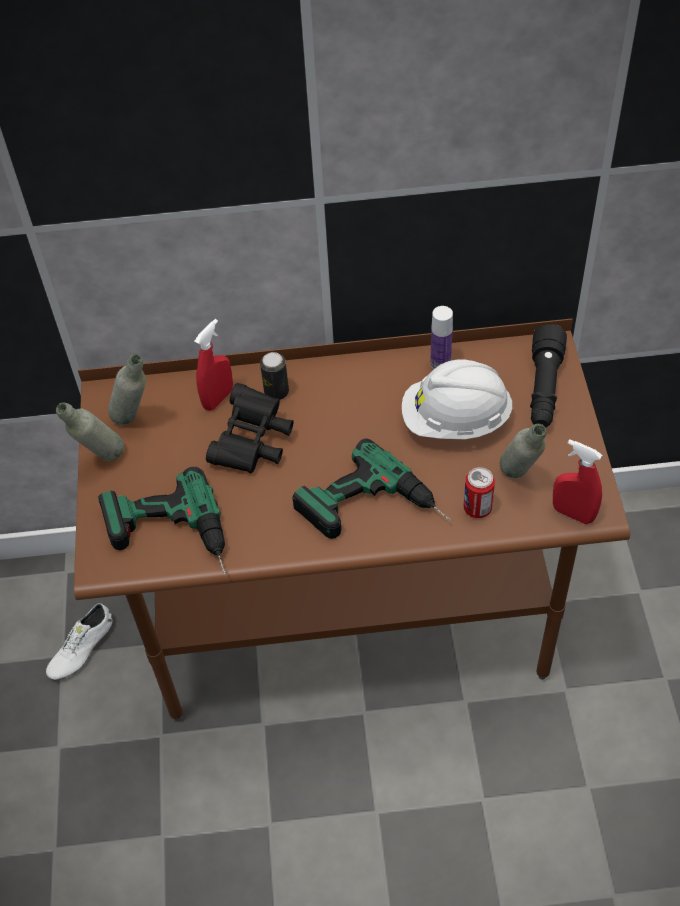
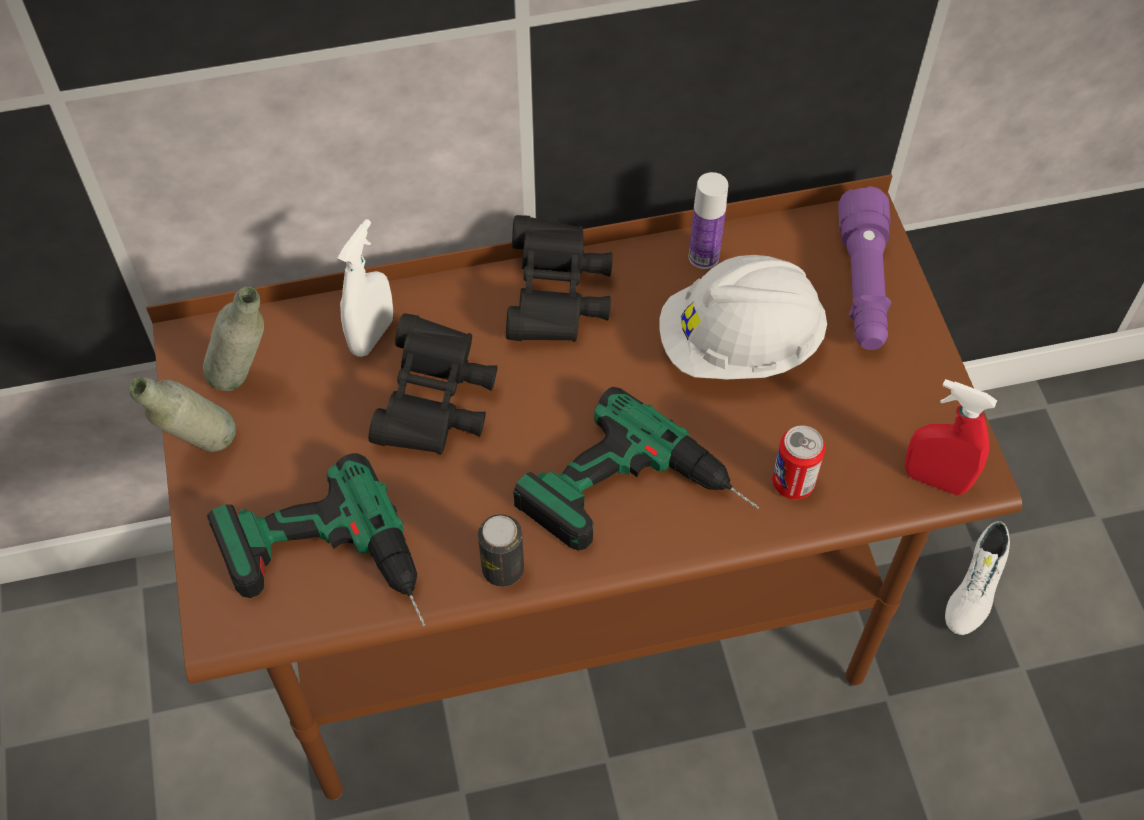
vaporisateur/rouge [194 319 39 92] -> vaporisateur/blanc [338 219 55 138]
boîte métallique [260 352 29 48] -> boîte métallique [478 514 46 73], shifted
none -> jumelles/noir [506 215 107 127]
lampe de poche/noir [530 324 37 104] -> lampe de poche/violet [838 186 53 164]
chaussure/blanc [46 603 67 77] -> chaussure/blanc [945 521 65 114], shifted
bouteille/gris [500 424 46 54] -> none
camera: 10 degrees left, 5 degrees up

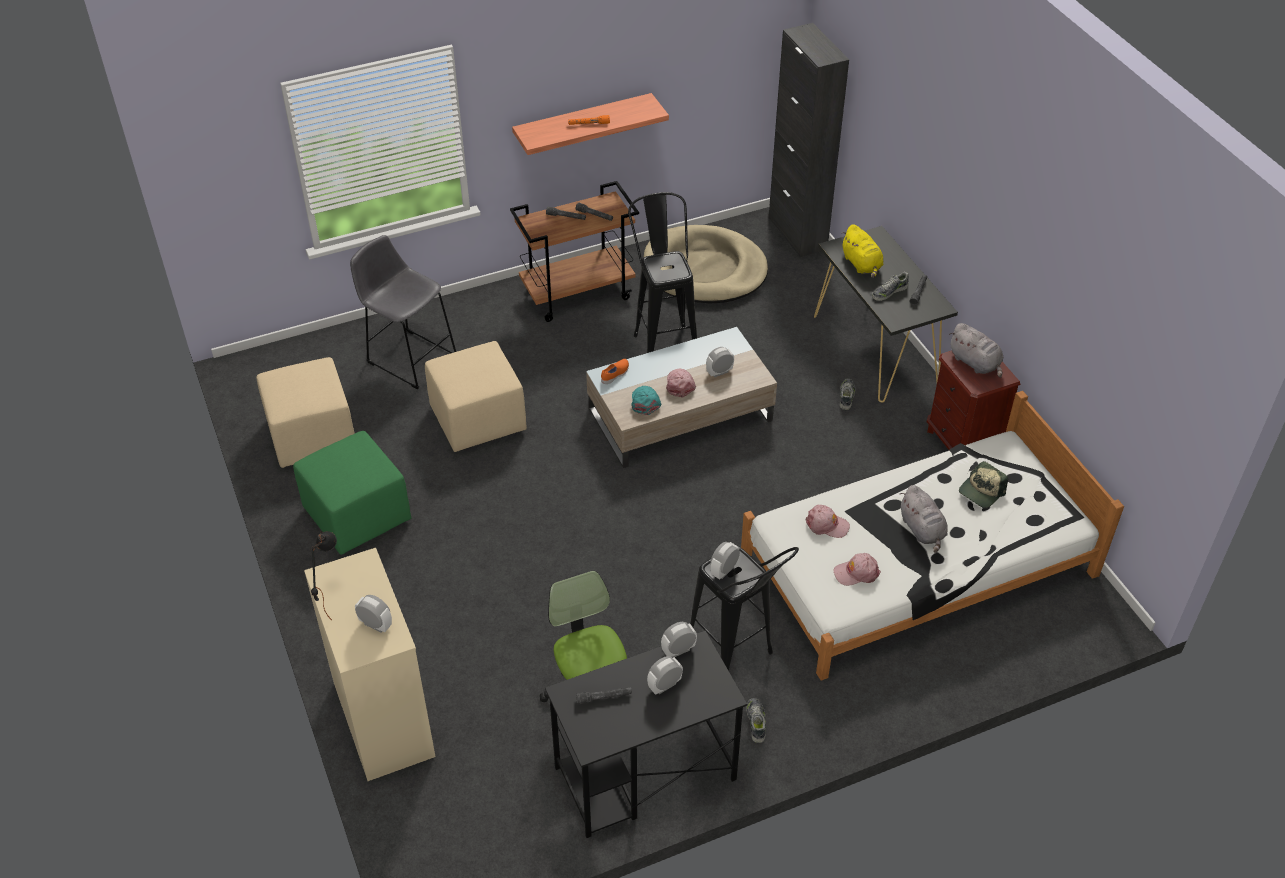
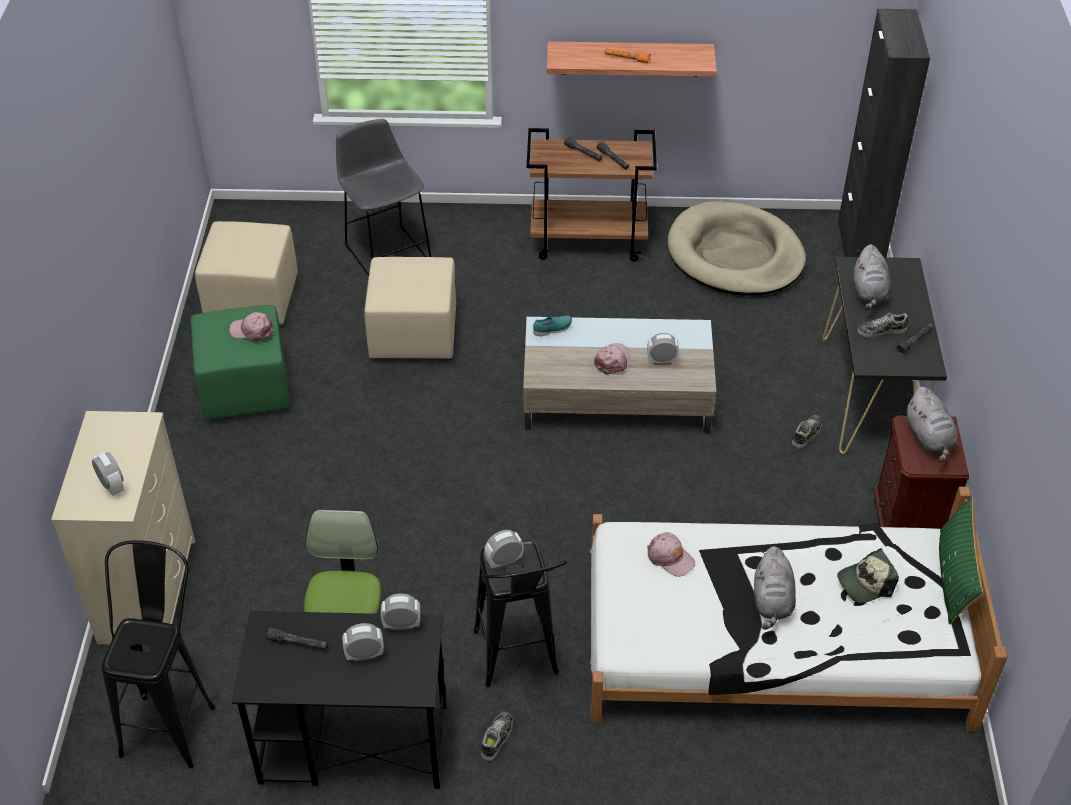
tabouret/noir [628 192 69 161] -> tabouret/noir [102 540 113 229], shifted
casquette/rose [833 553 48 33] -> casquette/rose [229 312 45 30], shifted
chaussure/orange [601 359 28 25] -> chaussure/turquoise [533 315 39 21]
peluche/jaune [841 224 42 54] -> peluche/gris [854 244 37 66]
none -> coussin/vert [939 497 44 127]
lampe de table/noir [311 531 26 89] -> none
casquette/turquoise [631 386 31 29] -> none
camera: 25 degrees right, 0 degrees up

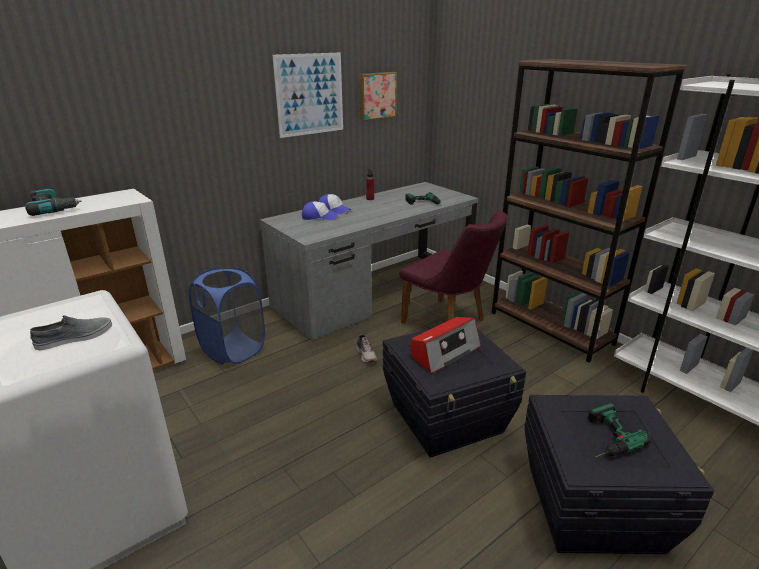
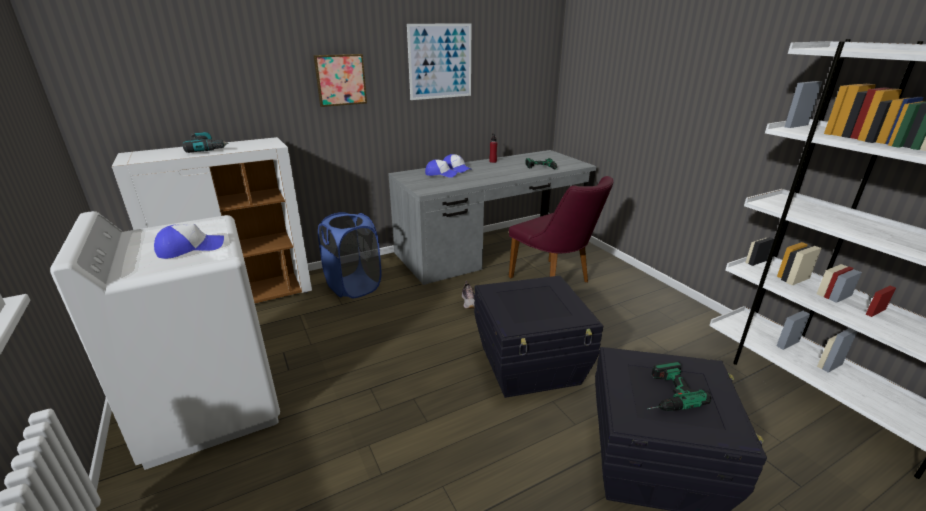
chaussure/gris [30 315 82 35] -> casquette [154 224 70 35]
tableau [359 72 38 49] -> tableau [313 54 54 53], shifted
radio [411 317 70 57] -> none
bibliothèque/marron [492 59 194 304] -> none
camera: 10 degrees right, 0 degrees up

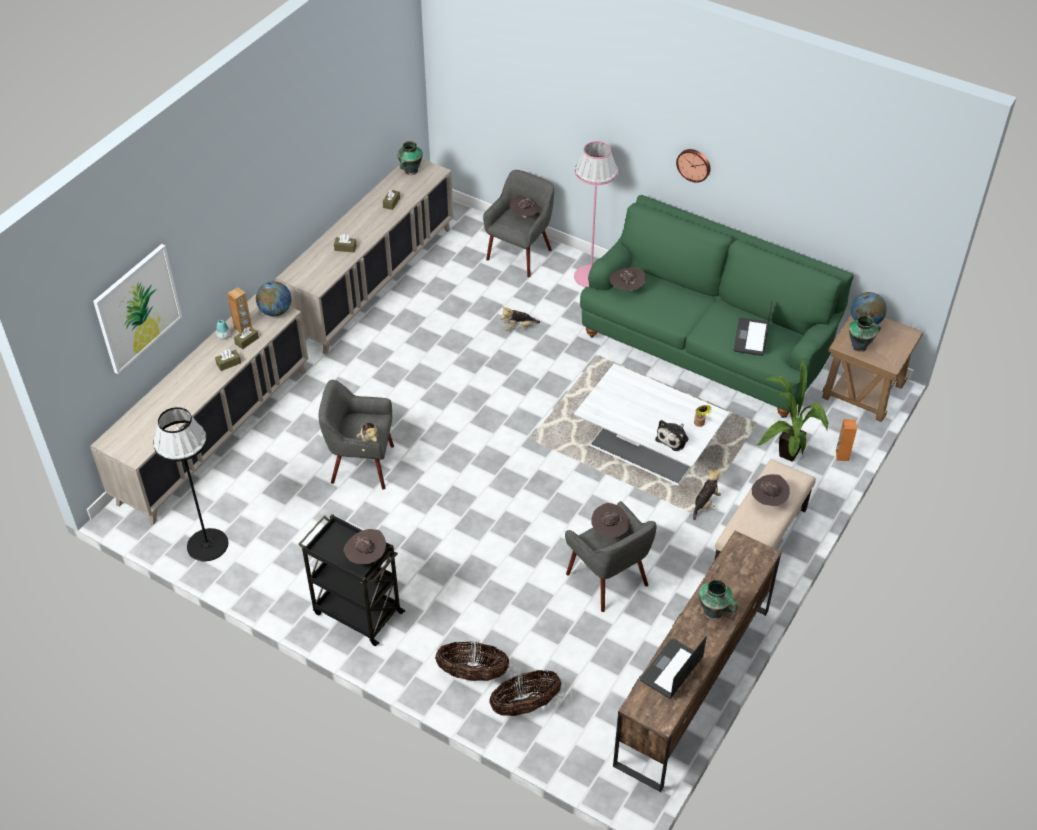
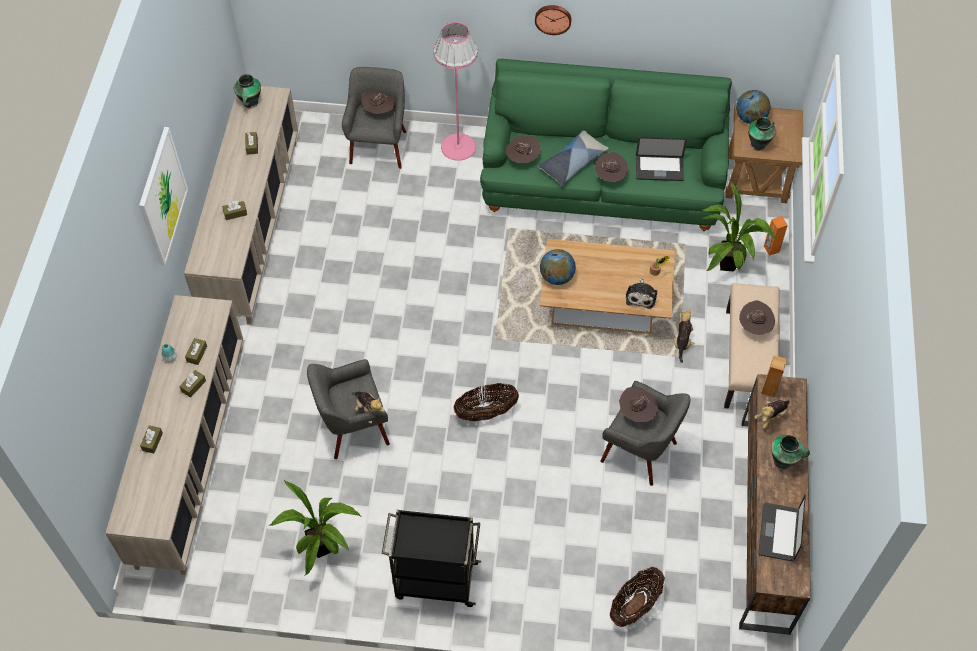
tableau [93 244 89 130] -> tableau [139 127 49 139], shifted
none -> boîte à mouchoirs/marron [140 425 23 28]
none -> plante en pot [270 480 91 95]
panier [435 642 74 39] -> panier [453 383 66 38], shifted
none -> coussin [538 131 71 55]
table basse/blanc [574 363 156 123] -> table basse/marron [540 239 135 95]
globe [256 281 35 35] -> globe [540 249 36 36], shifted
chapeau/marron [344 529 42 35] -> chapeau/marron [595 152 33 30], shifted
ordinateur portable [734 301 38 55] -> ordinateur portable [636 137 51 44], 75 degrees counterclockwise
peluche [501 307 39 24] -> peluche [755 399 35 30], shifted
enceinte/marron [227 287 25 46] -> enceinte/marron [761 356 26 41], shifted
lampadaire/noir [153 407 75 155] -> none
camera: 25 degrees left, 10 degrees up

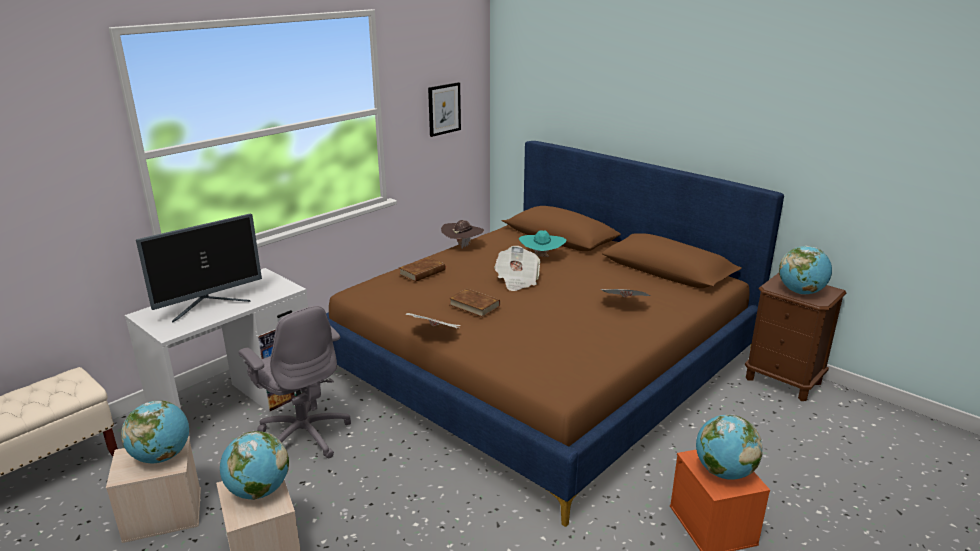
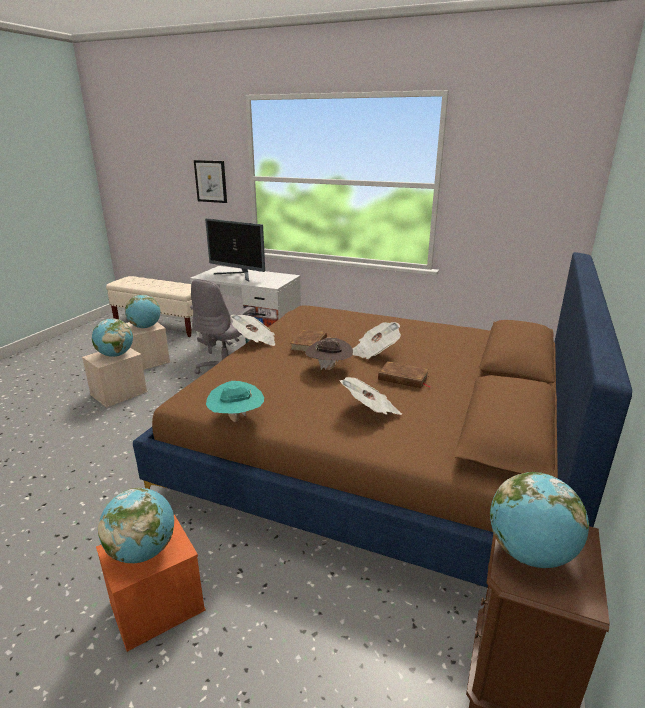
tableau [428 82 33 55] -> tableau [194 160 33 43], shifted
chapeau/turquoise [519 230 48 27] -> chapeau/turquoise [206 381 58 41], shifted
chapeau/marron [441 220 43 28] -> chapeau/marron [305 338 48 32], shifted
livre/marron [399 257 47 25] -> livre/marron [378 361 53 27], shifted
camera: 70 degrees right, 0 degrees up

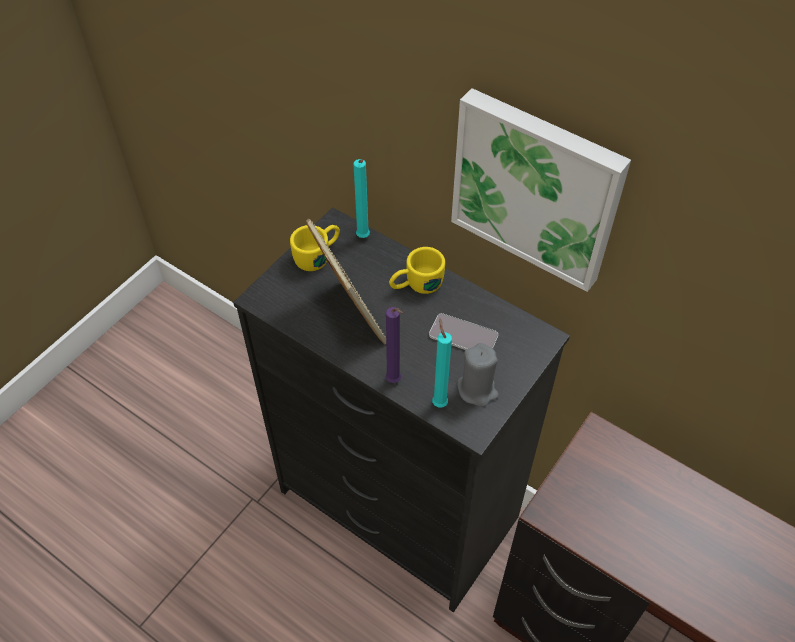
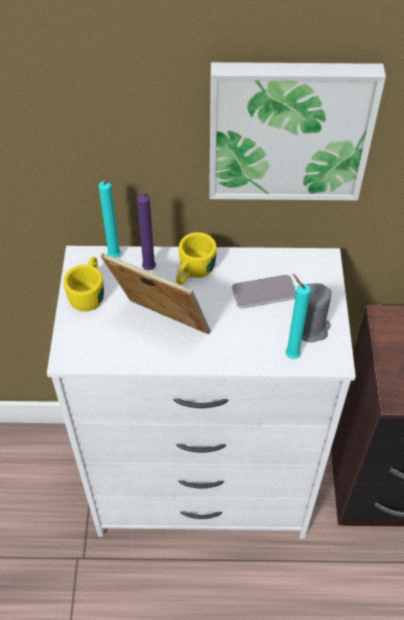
commode/noir [233 207 337 405] -> commode/blanc [47 246 309 293]
bougie/violet [386 307 17 76] -> bougie/violet [137 190 19 81], shifted
camera: 35 degrees left, 0 degrees up

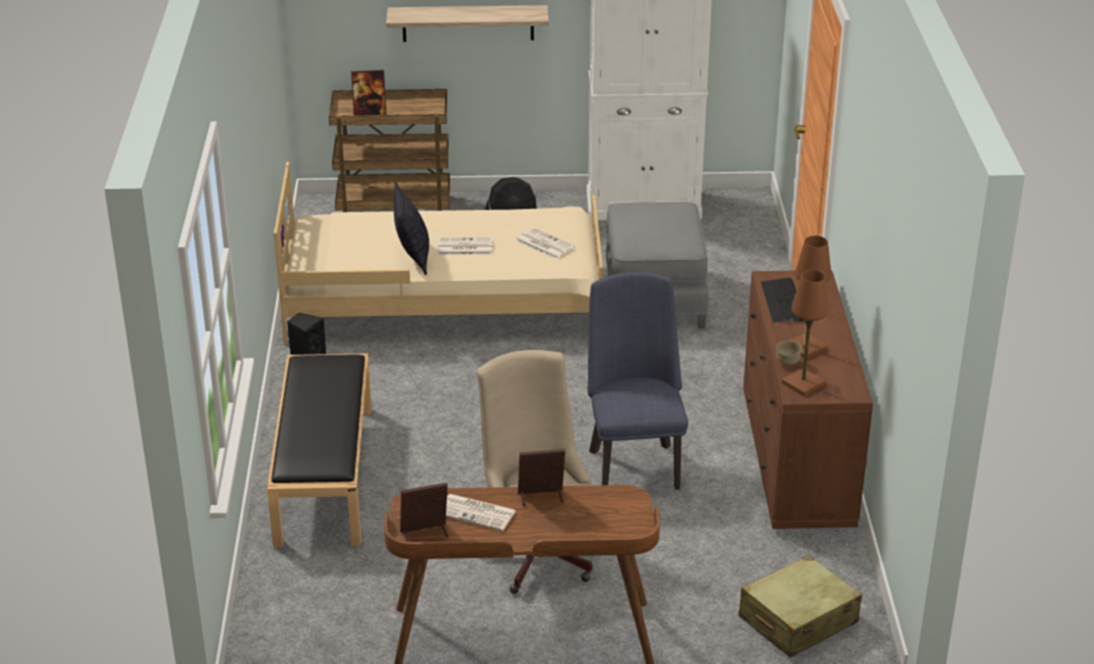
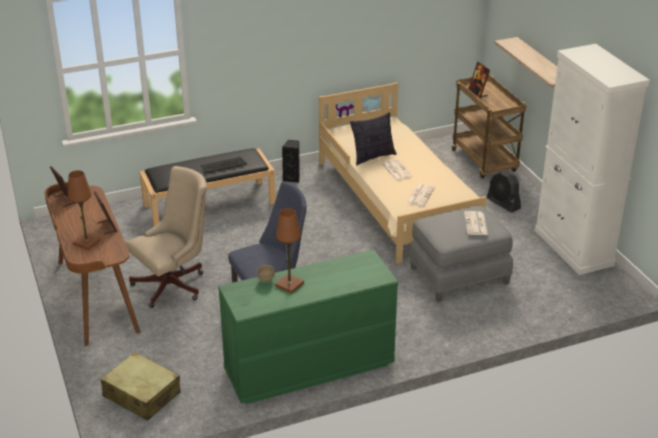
lampe de table/marron [782 270 47 126] -> lampe de table/marron [68 170 33 80], shifted
clavier [761 278 44 45] -> clavier [200 157 47 17], shifted
commode/marron [743 270 130 259] -> commode/vert [218 250 180 154]
journal [446 494 70 37] -> journal [464 211 24 24], shifted
camera: 70 degrees right, 0 degrees up

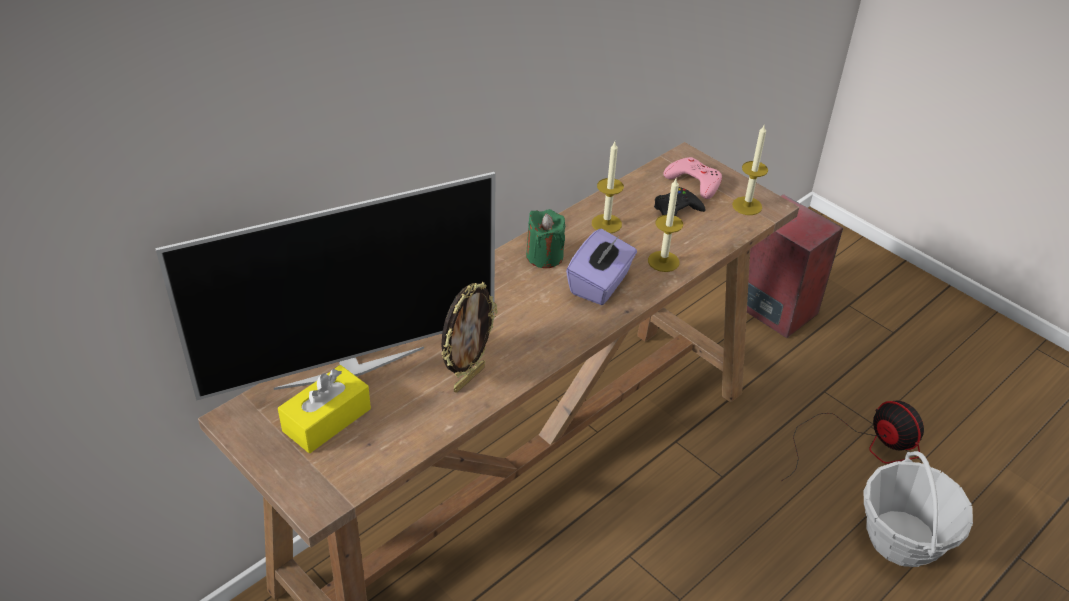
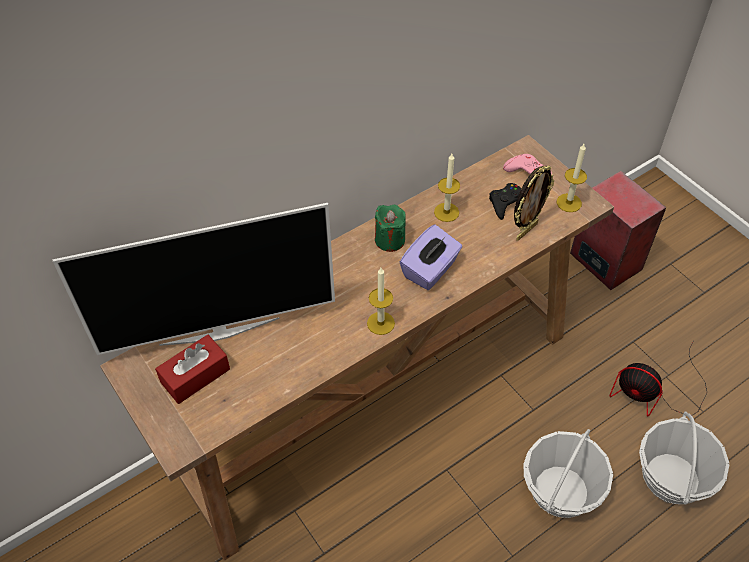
boîte à mouchoirs/jaune [278 365 93 88] -> boîte à mouchoirs/rouge [155 334 75 70]
bougie [648 179 35 93] -> bougie [367 268 28 67], shifted
cadre photo [441 282 57 110] -> cadre photo [514 165 40 76], shifted
none -> panier [523 429 90 89]
ventilateur [781 401 143 80] -> ventilateur [610 342 97 74], 150 degrees clockwise
camera: 10 degrees right, 10 degrees up

